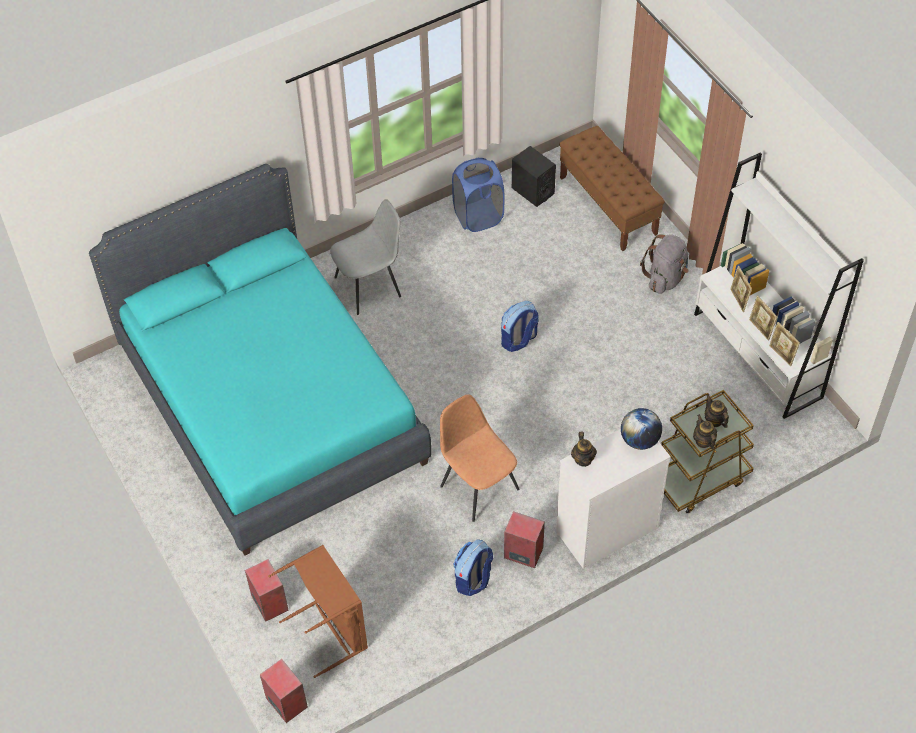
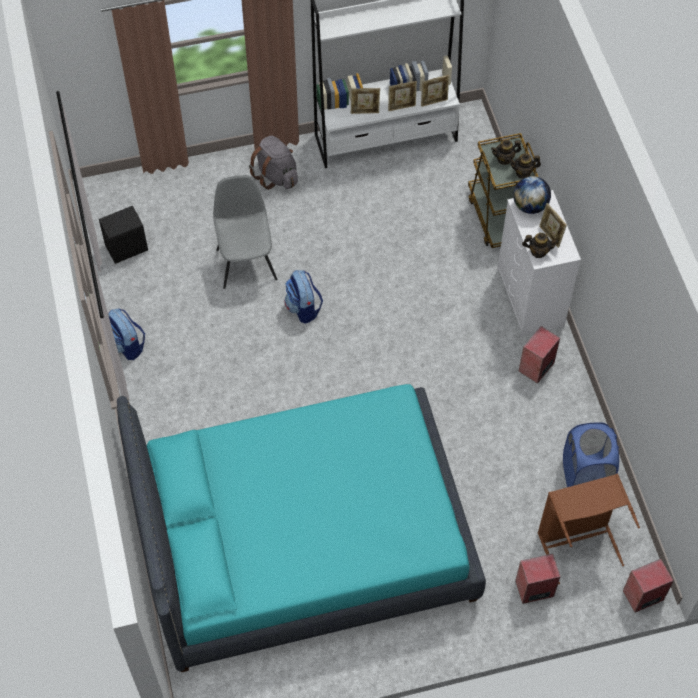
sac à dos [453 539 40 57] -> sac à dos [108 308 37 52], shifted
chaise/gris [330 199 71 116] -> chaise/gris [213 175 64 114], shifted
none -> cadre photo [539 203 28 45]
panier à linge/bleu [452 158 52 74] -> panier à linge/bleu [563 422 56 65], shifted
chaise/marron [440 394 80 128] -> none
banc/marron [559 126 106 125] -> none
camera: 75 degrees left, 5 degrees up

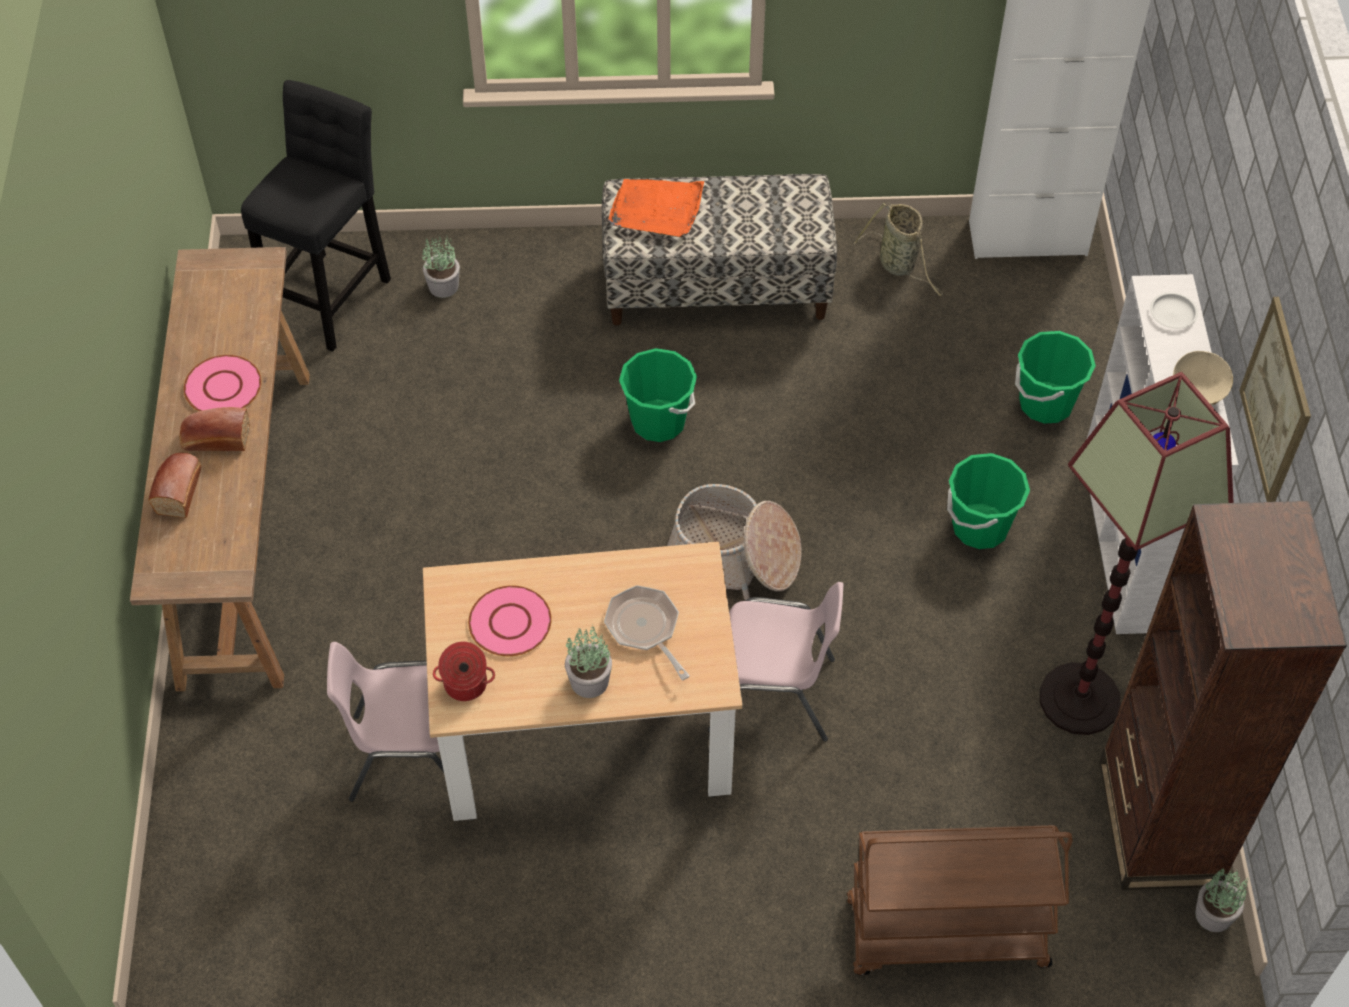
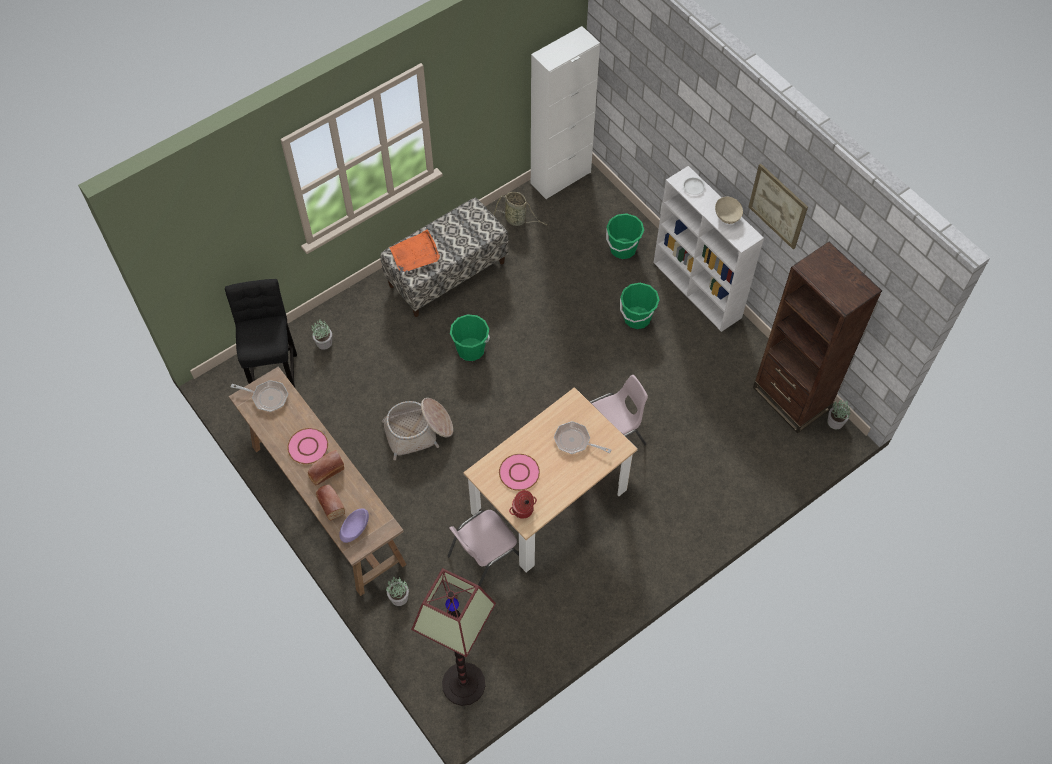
none -> poêle [231 380 57 32]
none -> bol/violet [339 508 30 35]
panier [667 484 134 116] -> panier [382 398 71 62], shifted
plante en pot [565 624 47 74] -> plante en pot [386 576 23 30], shifted
lampadaire [1040 372 194 363] -> lampadaire [411 568 85 138], shifted
chariot/marron [847 825 226 150] -> none
camera: 35 degrees left, 5 degrees up

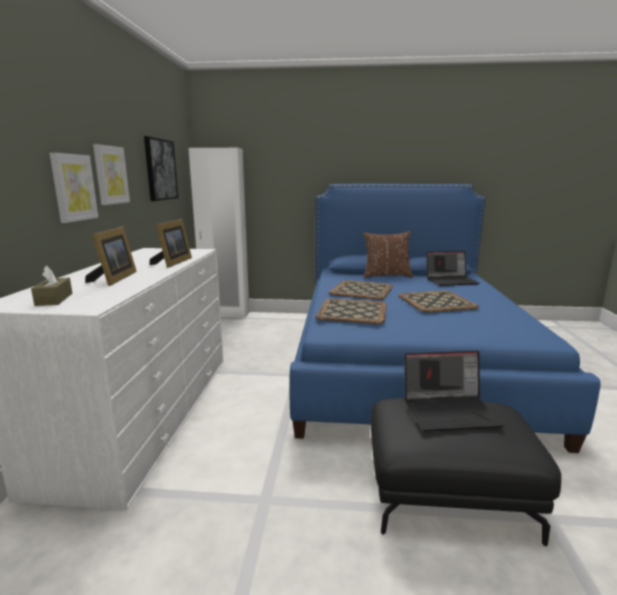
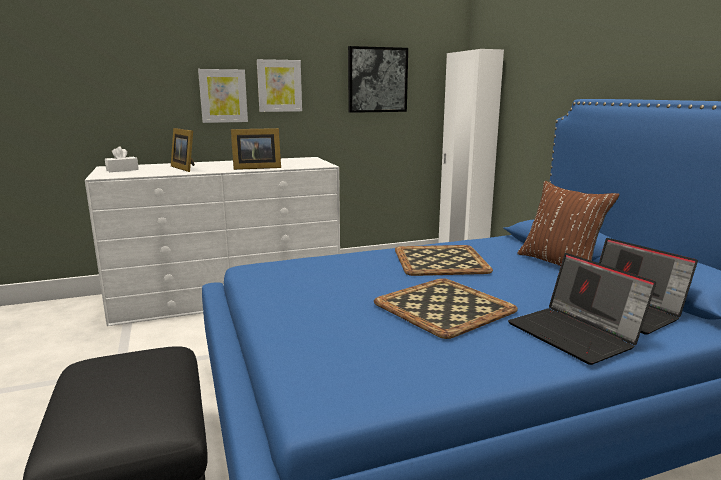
boîte à mouchoirs/marron [31 266 41 40] -> boîte à mouchoirs/blanc [105 146 34 26]
cadre photo [85 227 52 59] -> cadre photo [171 128 24 44], 75 degrees clockwise
ordinateur portable [405 351 100 81] -> ordinateur portable [508 253 148 112], shifted
plateau [315 299 72 25] -> none
camera: 65 degrees right, 0 degrees up

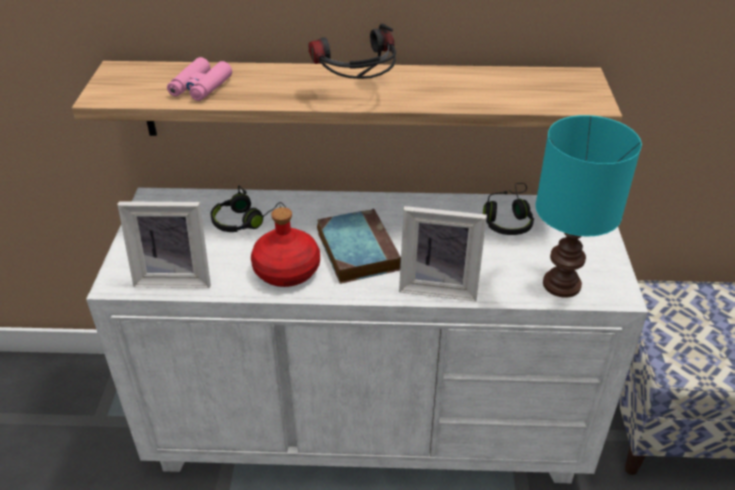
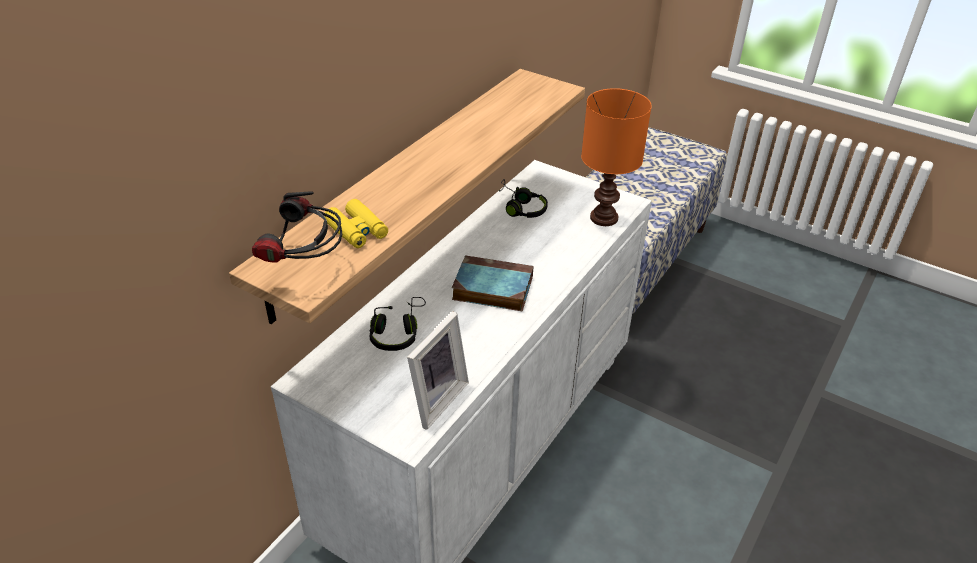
casque audio [309 23 87 56] -> casque audio [252 191 91 72], shifted
jumelles/rose [167 57 65 44] -> jumelles/jaune [325 199 63 49]
lampe de table/turquoise [535 115 107 183] -> lampe de table/orange [581 88 71 138]
bouteille/rouge [251 207 69 80] -> none
cadre photo [399 206 88 95] -> none
camera: 60 degrees left, 0 degrees up

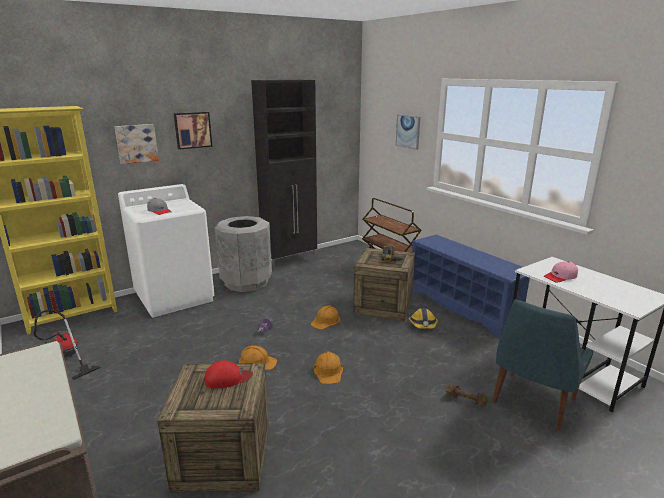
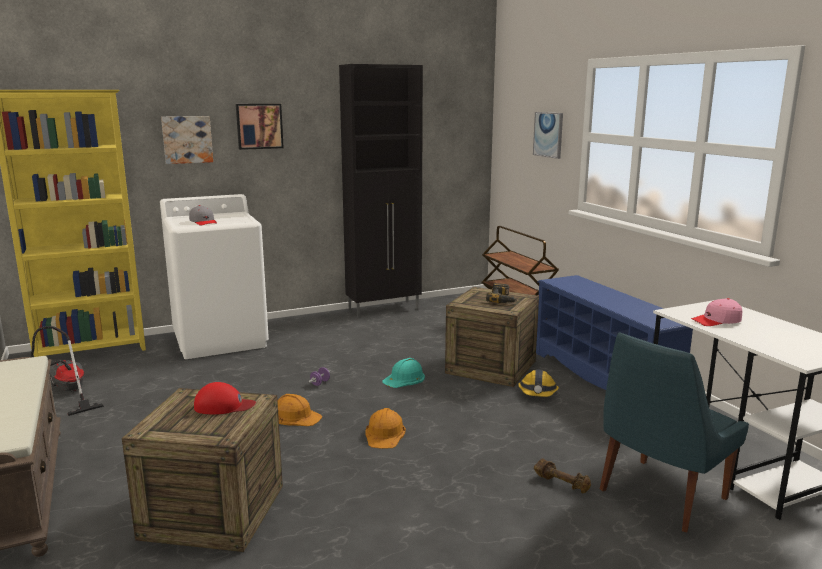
casque de chantier/orange [311 305 29 24] -> casque de chantier/turquoise [382 358 43 30]
poubelle/gris [215 216 57 76] -> none
camera: 10 degrees right, 5 degrees down

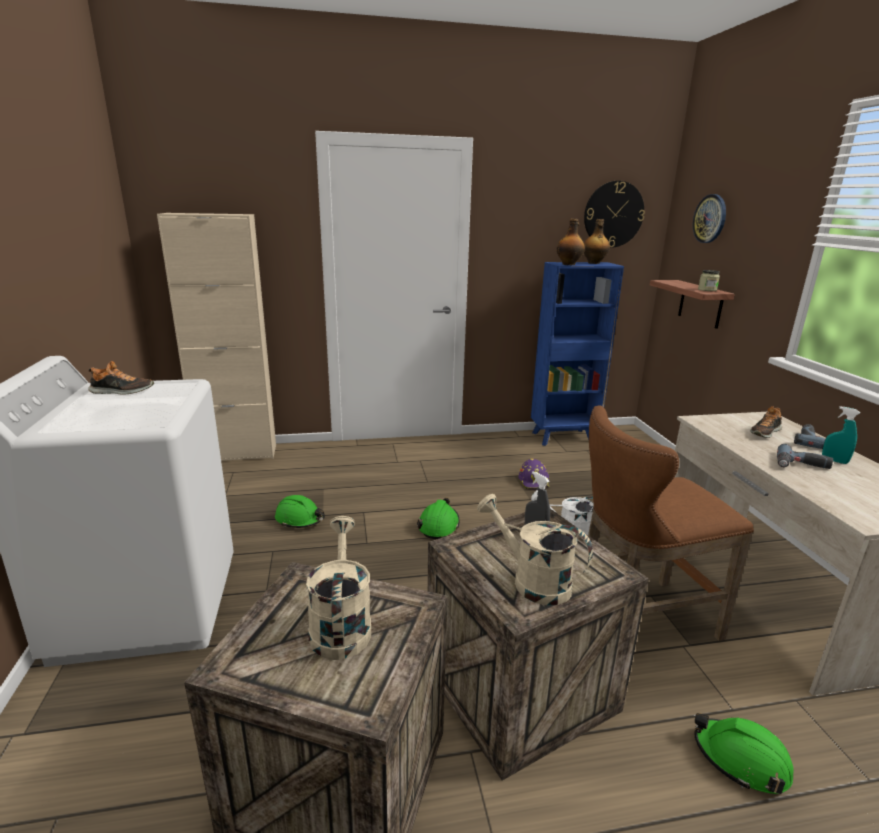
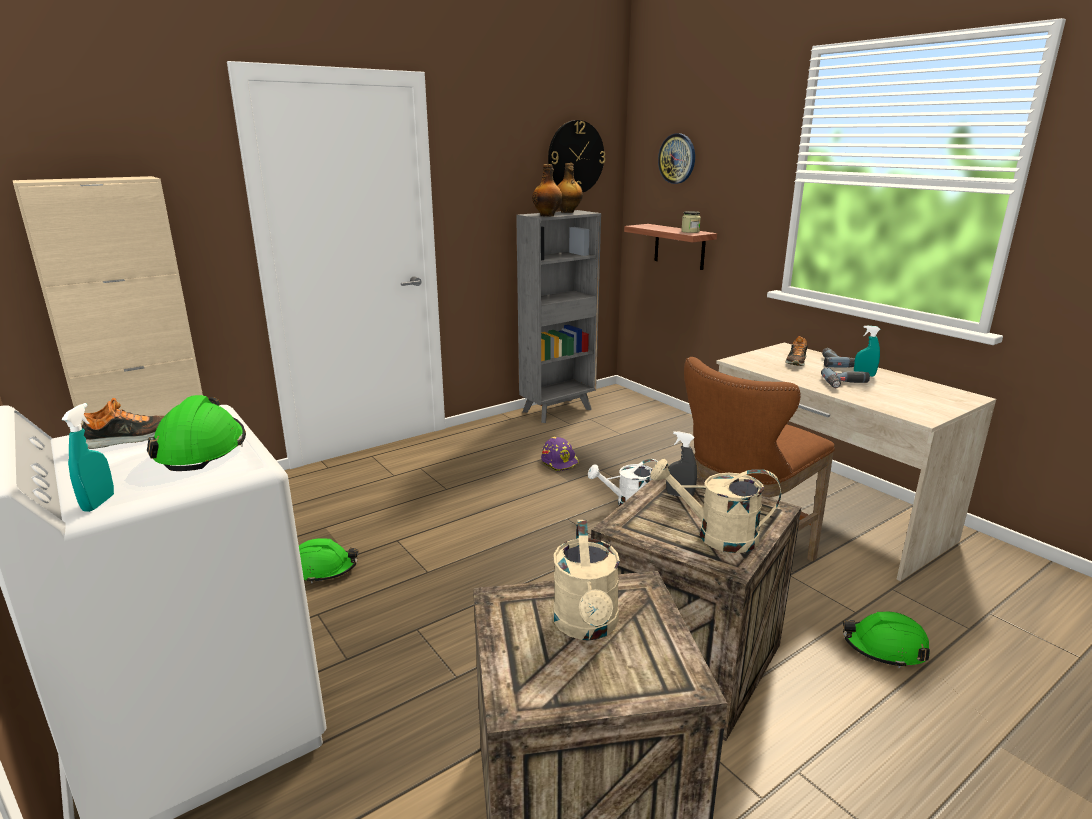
none -> vaporisateur/turquoise [62 403 52 109]
casque de chantier/vert [417 498 43 41] -> casque de chantier/vert [147 395 99 76], shifted
bibliothèque/bleu [531 262 93 184] -> bibliothèque/gris [516 210 85 213]
arrosoir/beige [306 516 65 144] -> arrosoir/beige [553 520 67 120], 150 degrees counterclockwise
camera: 25 degrees left, 0 degrees up

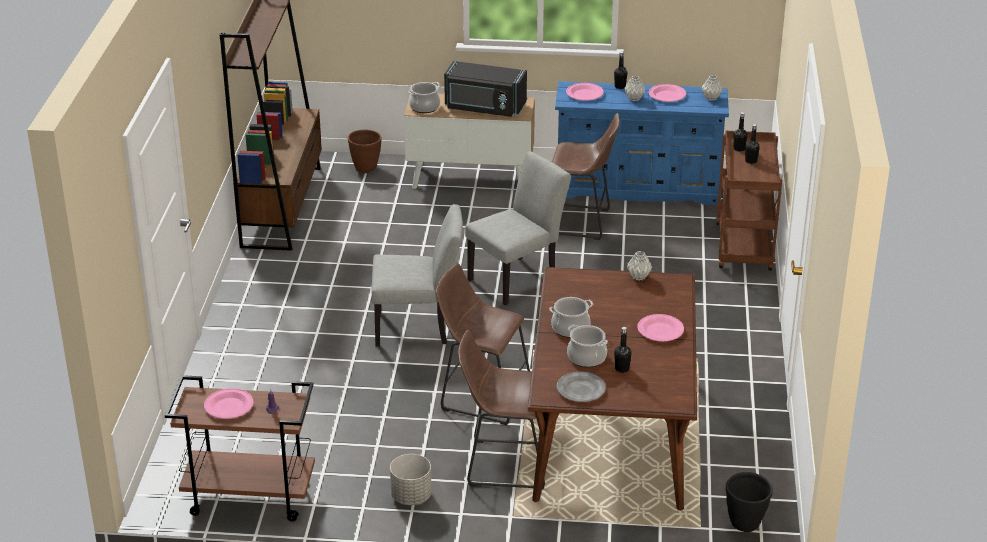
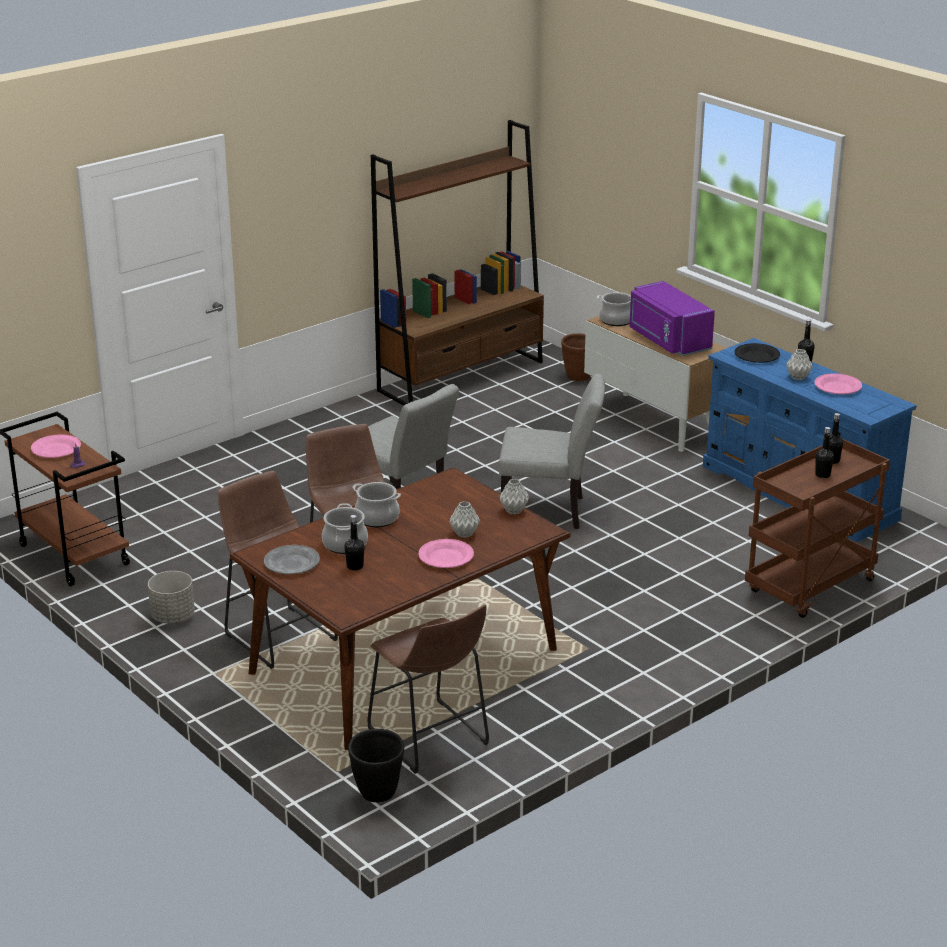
tabouret/marron [552 113 68 127] -> tabouret/marron [367 605 122 169], shifted
vase/gris [702 75 21 26] -> vase/gris [450 501 30 37], shifted
micro-ondes/noir [444 61 83 56] -> micro-ondes/violet [630 281 85 75]
assiette/rose [566 83 38 18] -> assiette/noir [735 343 45 20]
camera: 45 degrees right, 5 degrees down

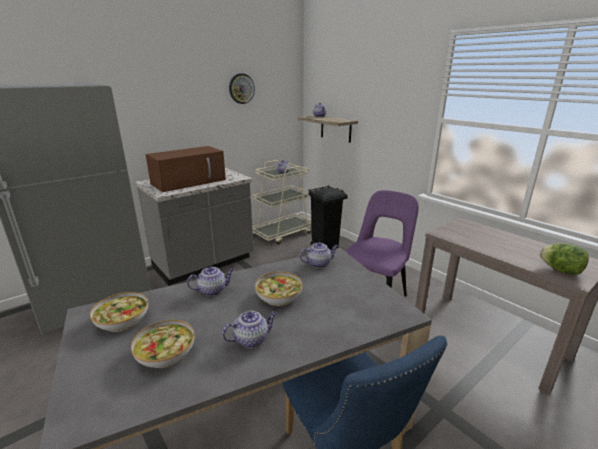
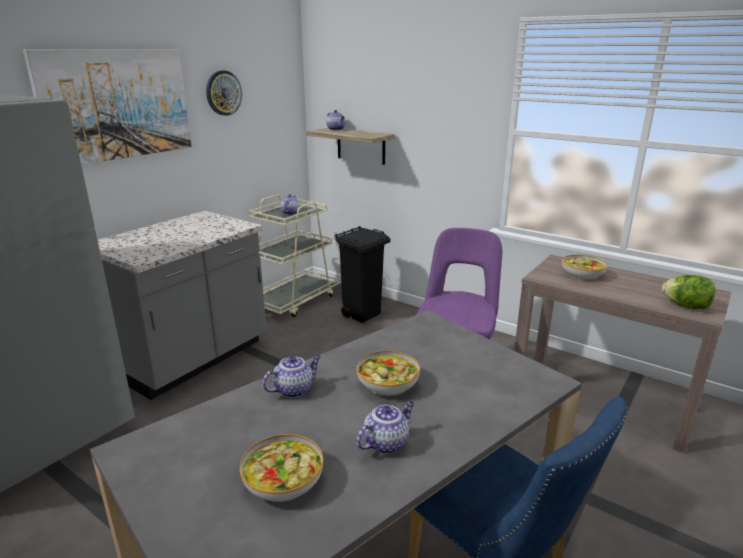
none -> tableau [23 49 169 116]
bol [90 292 58 40] -> bol [562 255 46 25], shifted
micro-ondes/marron [145 146 81 46] -> none
théière [299 242 39 26] -> none
camera: 15 degrees left, 0 degrees up

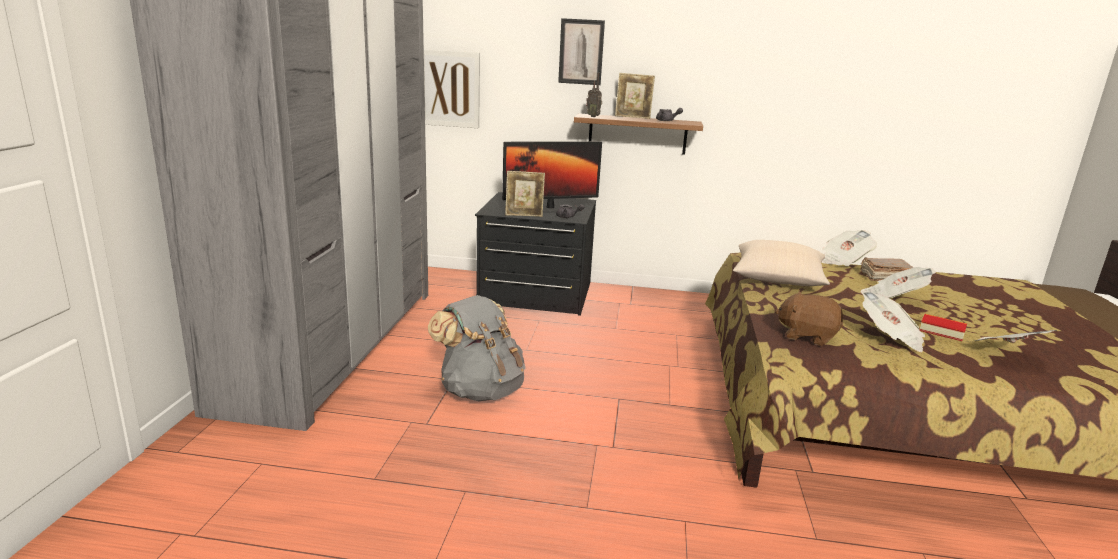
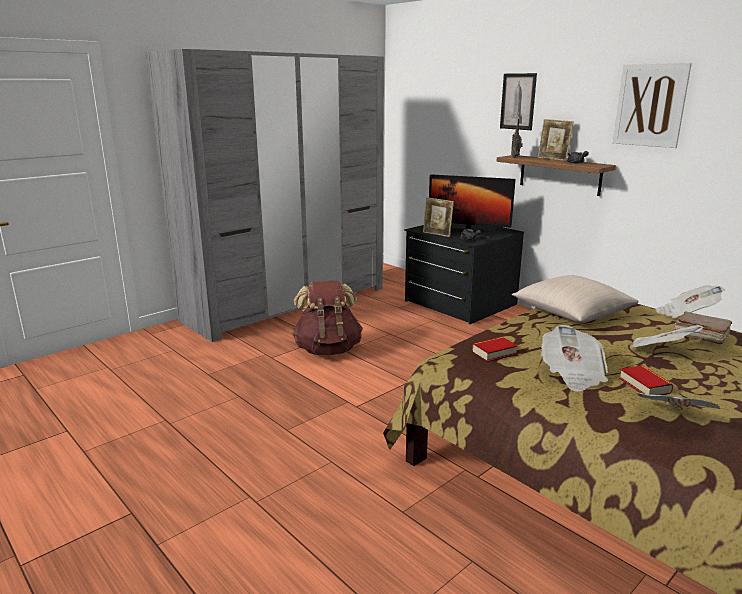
sac à dos/gris [428 295 98 106] -> sac à dos/marron [292 281 71 74]
peluche/marron [775 292 68 54] -> livre [472 337 46 25]
tableau [424 49 56 79] -> tableau [613 63 79 85], shifted
camera: 40 degrees right, 0 degrees up

